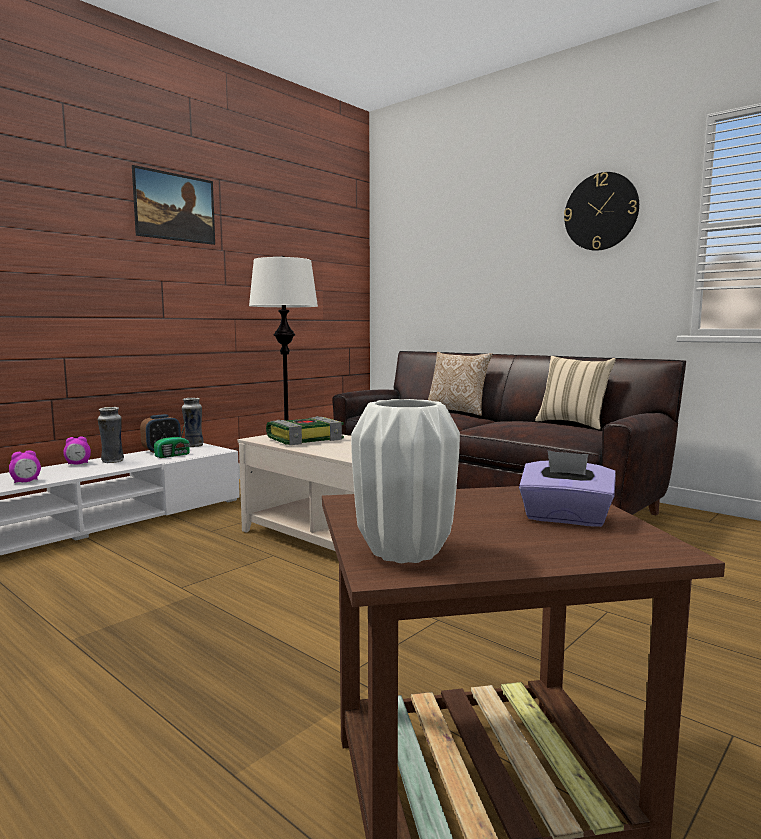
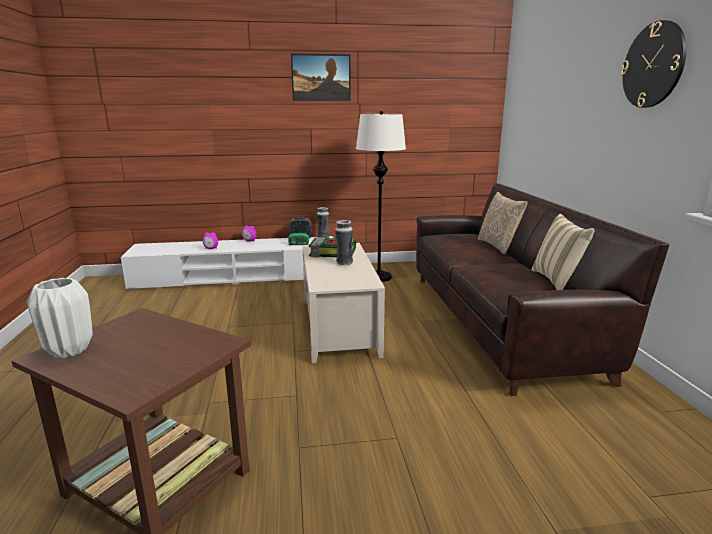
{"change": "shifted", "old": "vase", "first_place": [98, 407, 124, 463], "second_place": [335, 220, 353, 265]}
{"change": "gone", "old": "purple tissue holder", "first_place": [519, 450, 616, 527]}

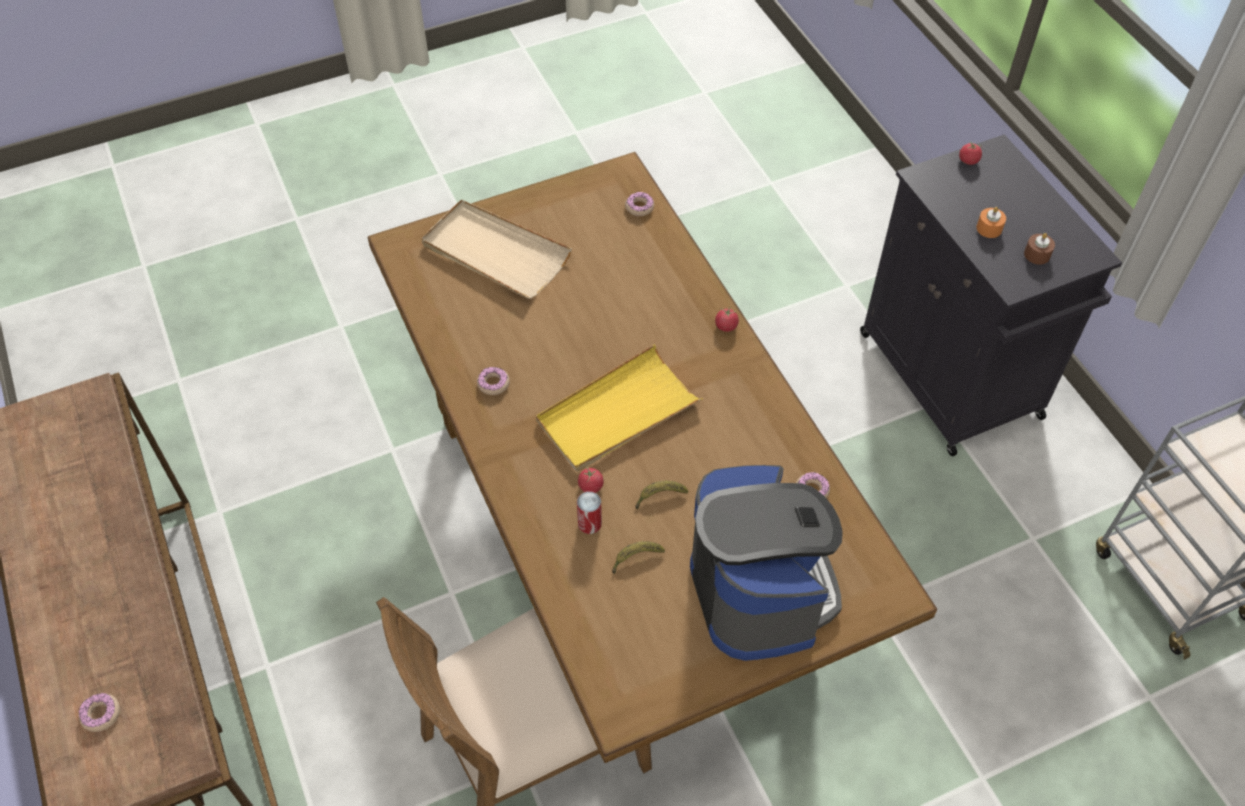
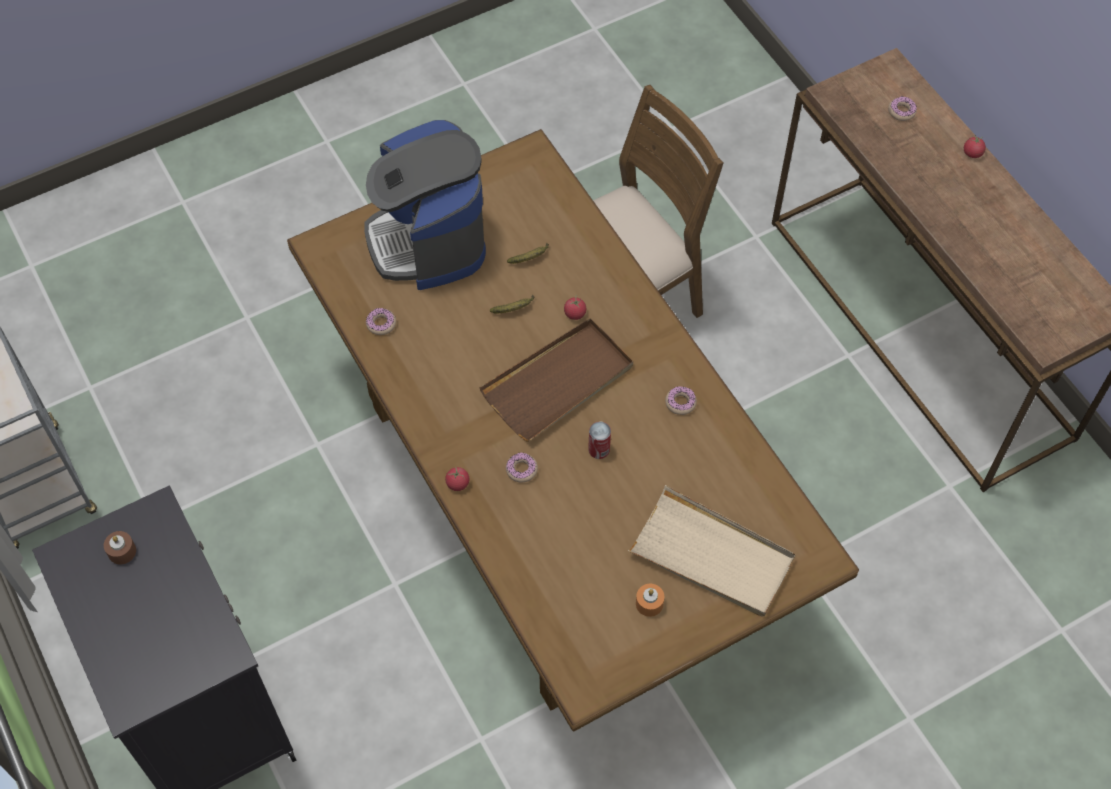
{"change": "shifted", "old": "tomato", "first_place": [959, 142, 982, 165], "second_place": [964, 135, 986, 158]}
{"change": "shifted", "old": "doughnut", "first_place": [625, 192, 654, 216], "second_place": [506, 453, 538, 483]}
{"change": "shifted", "old": "orange candle", "first_place": [976, 207, 1006, 238], "second_place": [636, 584, 664, 617]}
{"change": "repainted", "old": "yellow carrying tray", "new": "brownish carrying tray", "first_place": [536, 344, 703, 471], "second_place": [479, 318, 633, 442]}
{"change": "shifted", "old": "sealed can", "first_place": [577, 491, 602, 534], "second_place": [588, 421, 611, 459]}

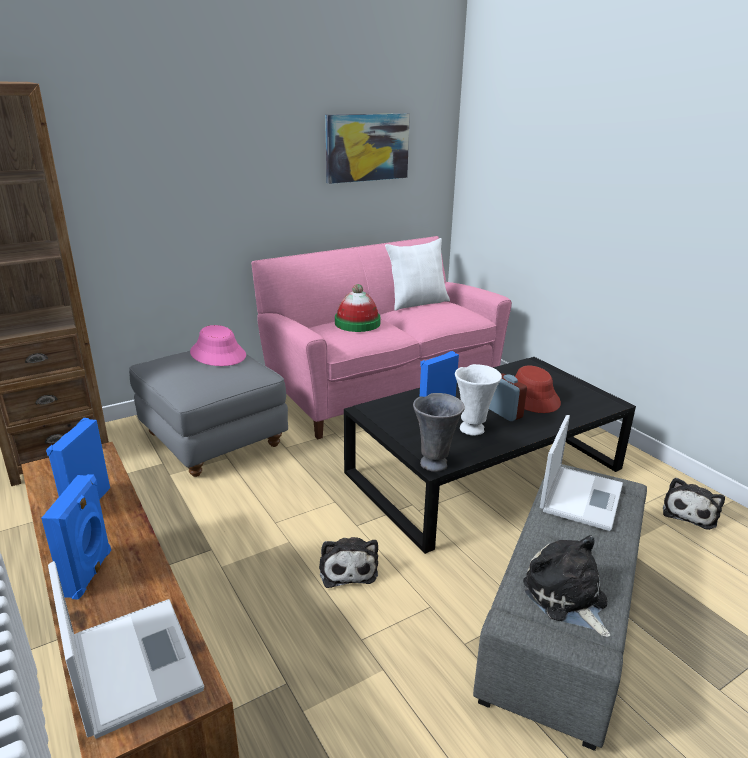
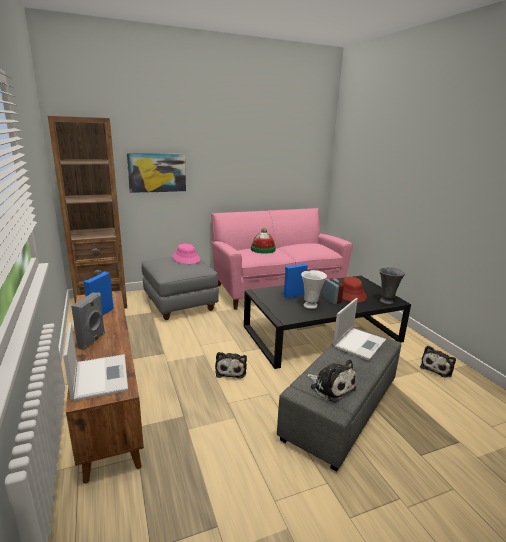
{"change": "shifted", "old": "picture", "first_place": [325, 113, 410, 184], "second_place": [127, 153, 186, 193]}
{"change": "gone", "old": "whitish pillow", "first_place": [385, 238, 450, 311]}
{"change": "shifted", "old": "grey vase", "first_place": [413, 393, 465, 472], "second_place": [379, 267, 405, 304]}
{"change": "repainted", "old": "blue-coloured speaker", "new": "grey speaker", "first_place": [41, 474, 111, 600], "second_place": [71, 292, 105, 350]}
{"change": "rotated", "old": "plush toy", "first_place": [523, 535, 610, 637], "second_place": [306, 359, 356, 403], "degrees": 150}

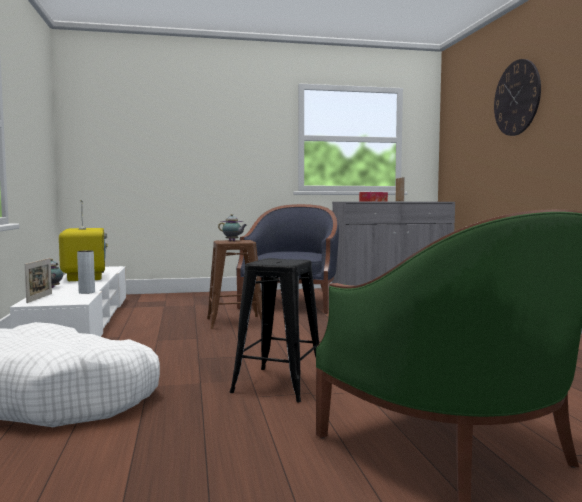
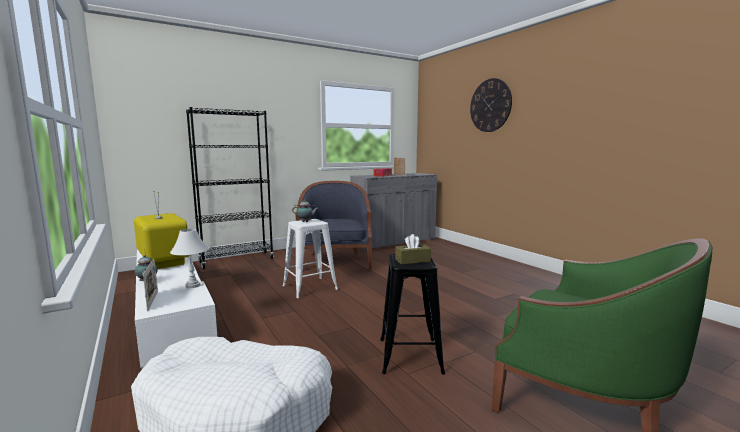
{"change": "repainted", "old": "brownish sitting stool", "new": "whitish sitting stool", "first_place": [207, 240, 262, 329], "second_place": [283, 219, 338, 298]}
{"change": "swapped", "old": "grey vase", "new": "whitish lamp for a table", "first_place": [77, 250, 95, 294], "second_place": [170, 229, 209, 288]}
{"change": "new", "new": "blackish shelving unit", "second_place": [186, 107, 274, 269]}
{"change": "new", "new": "brownish tissue holder", "second_place": [395, 234, 431, 264]}

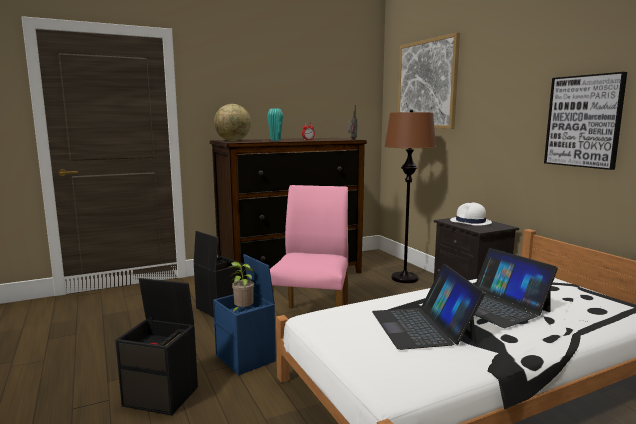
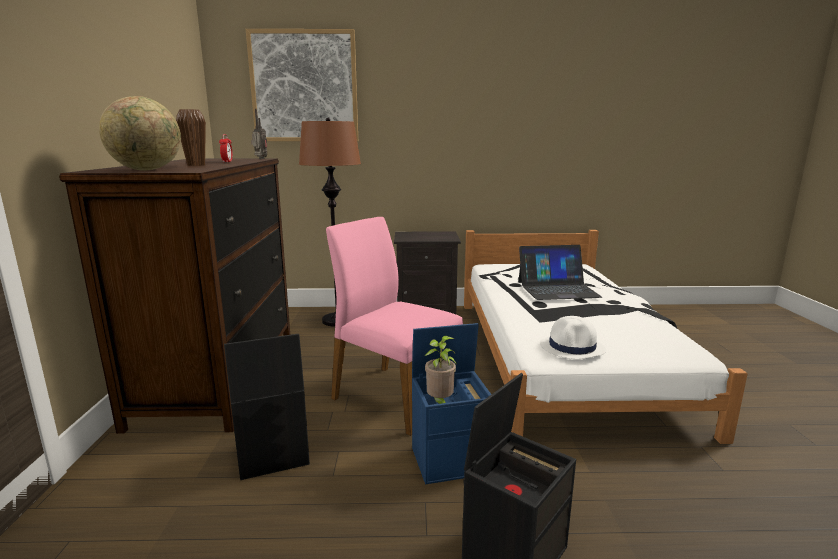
{"change": "gone", "old": "picture", "first_place": [544, 72, 627, 170]}
{"change": "repainted", "old": "turquoise-coloured vase", "new": "brownish vase", "first_place": [267, 109, 283, 141], "second_place": [176, 109, 206, 166]}
{"change": "shifted", "old": "whitish hat", "first_place": [450, 202, 492, 226], "second_place": [540, 316, 606, 359]}
{"change": "gone", "old": "laptop", "first_place": [372, 264, 485, 350]}

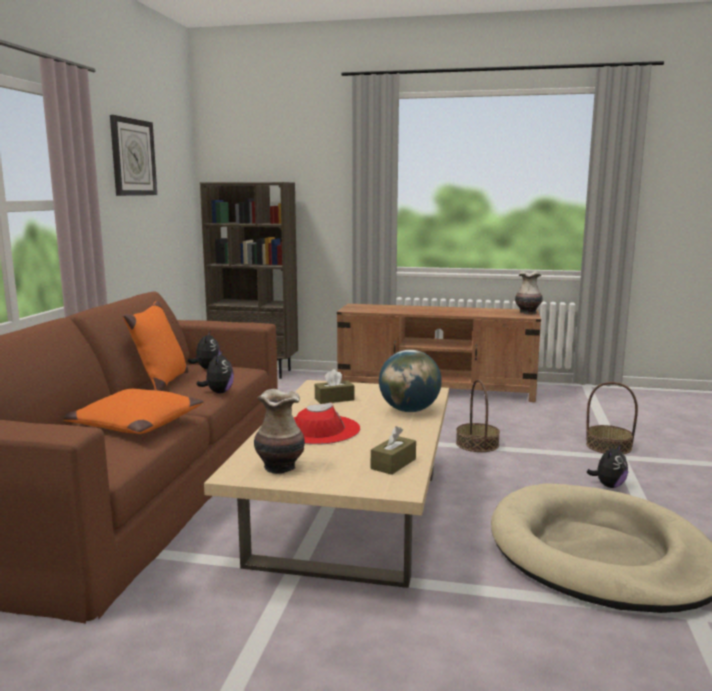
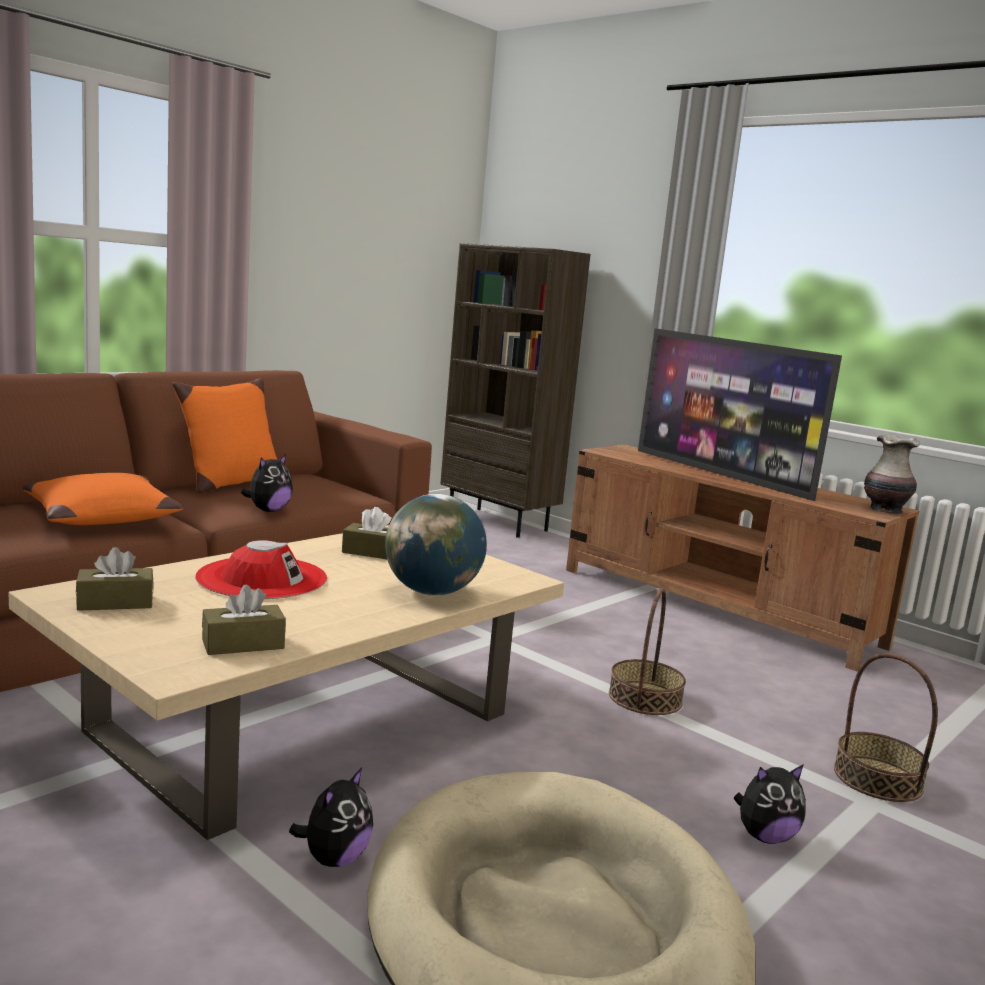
{"change": "gone", "old": "clock on the wall", "first_place": [110, 115, 157, 196]}
{"change": "shifted", "old": "plush toy", "first_place": [187, 332, 221, 369], "second_place": [289, 768, 373, 867]}
{"change": "swapped", "old": "vase", "new": "brownish tissue holder", "first_place": [254, 389, 305, 474], "second_place": [76, 547, 154, 611]}
{"change": "new", "new": "TV", "second_place": [638, 328, 842, 501]}

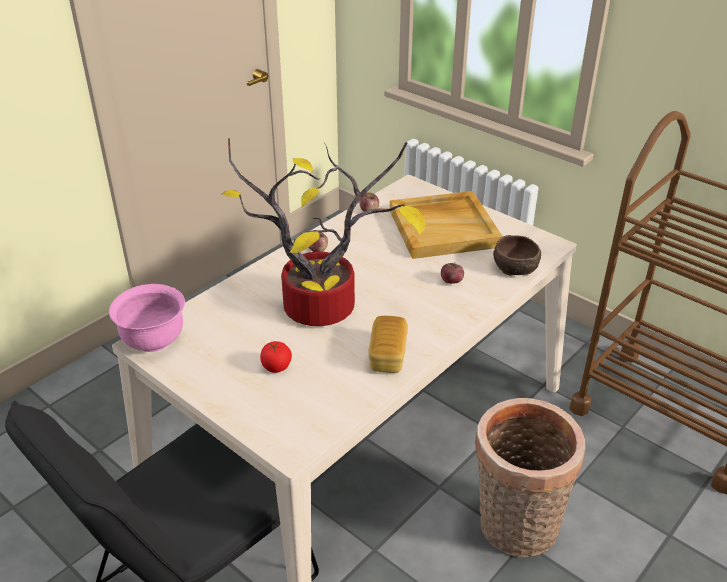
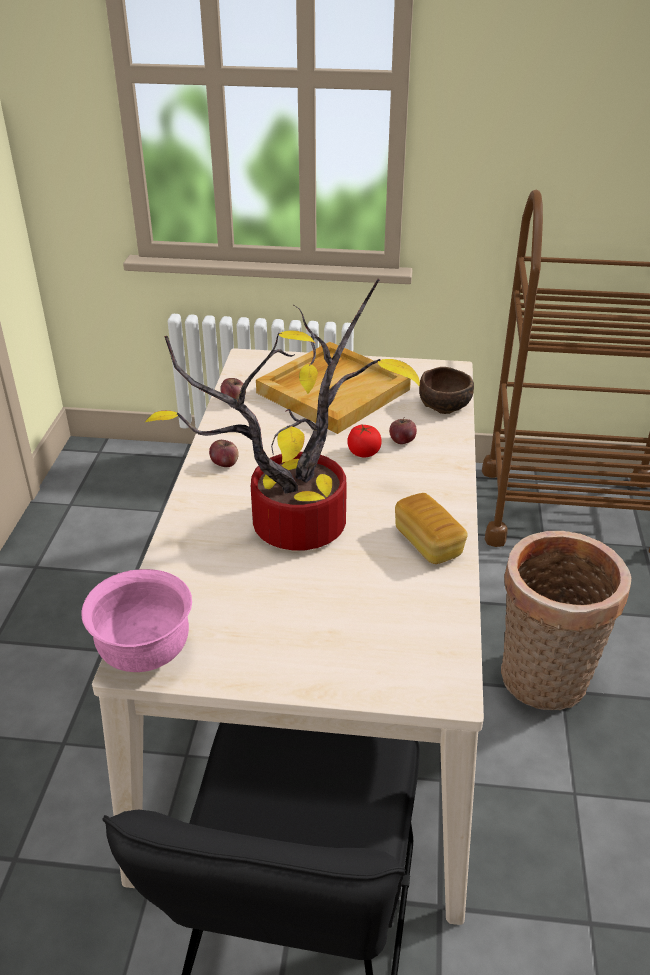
{"change": "shifted", "old": "tomato", "first_place": [260, 341, 292, 373], "second_place": [347, 425, 382, 458]}

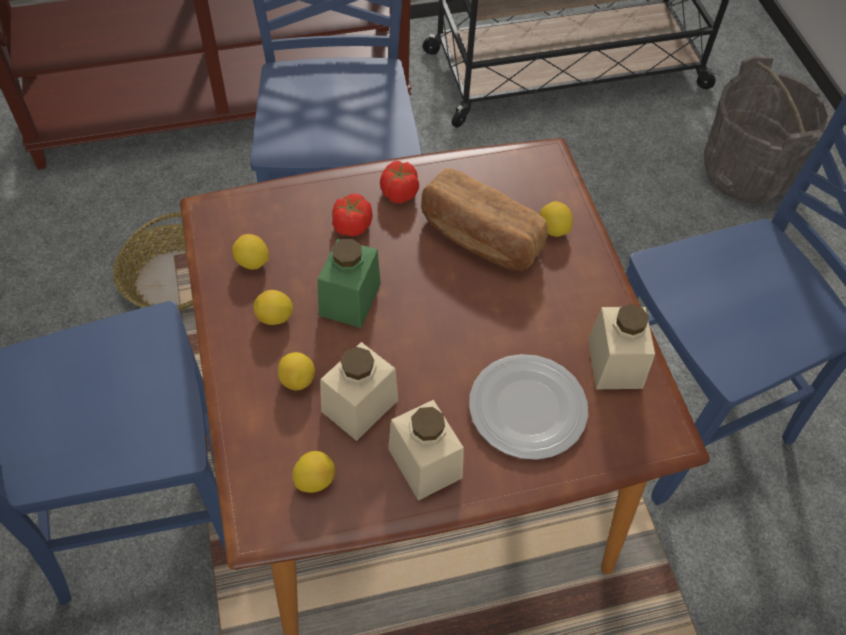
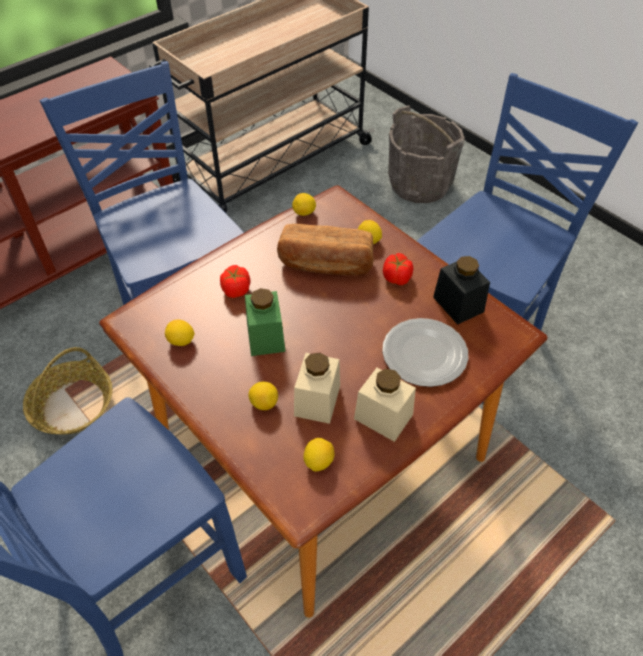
{"change": "shifted", "old": "tomato", "first_place": [380, 161, 419, 203], "second_place": [383, 253, 413, 285]}
{"change": "shifted", "old": "lemon", "first_place": [253, 290, 293, 325], "second_place": [292, 193, 316, 216]}
{"change": "repainted", "old": "beige-coloured preserve jar", "new": "blackish preserve jar", "first_place": [588, 304, 655, 389], "second_place": [433, 256, 490, 325]}

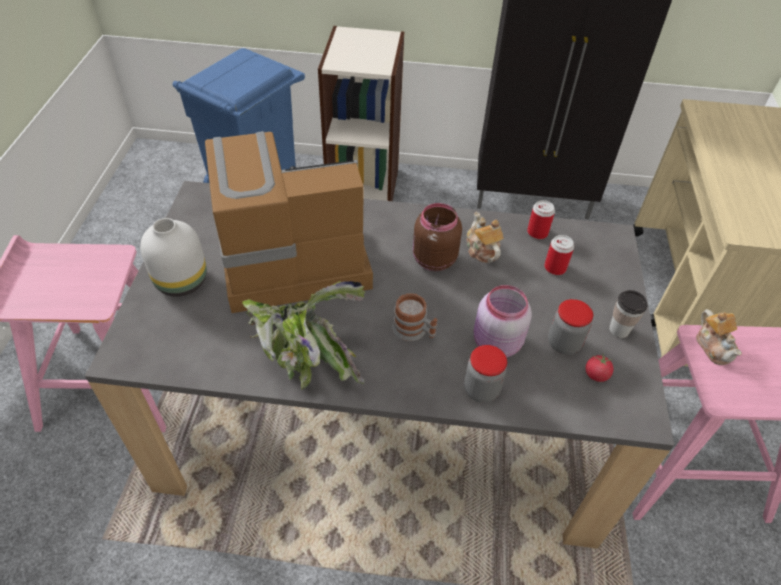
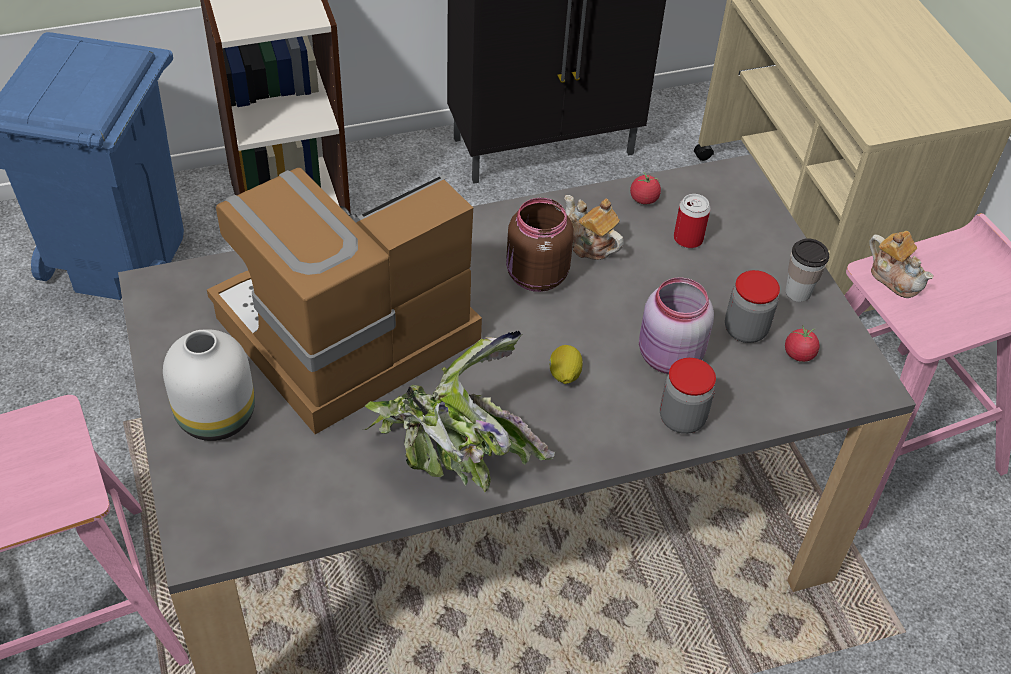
{"change": "swapped", "old": "sealed can", "new": "tomato", "first_place": [527, 200, 555, 239], "second_place": [630, 172, 661, 204]}
{"change": "swapped", "old": "mug", "new": "lemon", "first_place": [392, 293, 438, 341], "second_place": [549, 345, 582, 384]}

